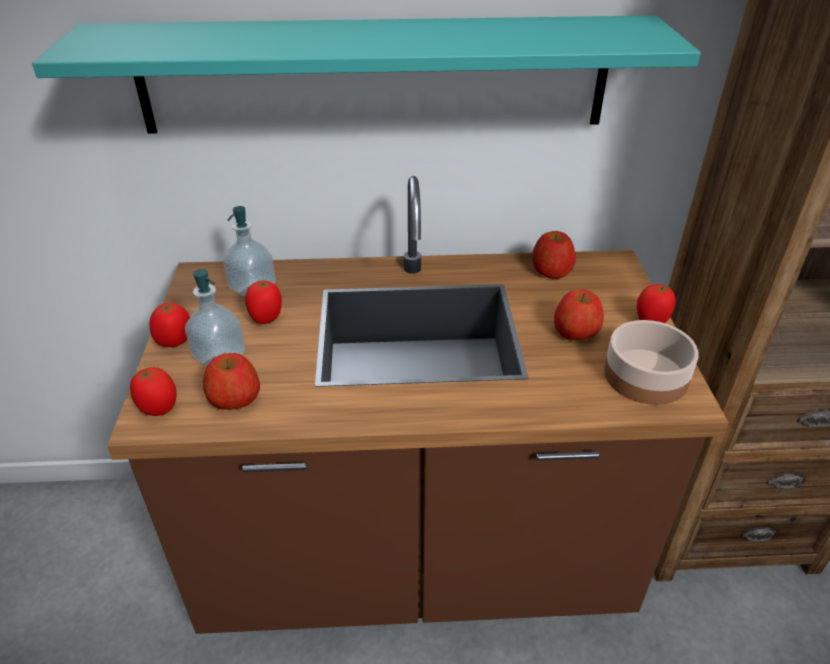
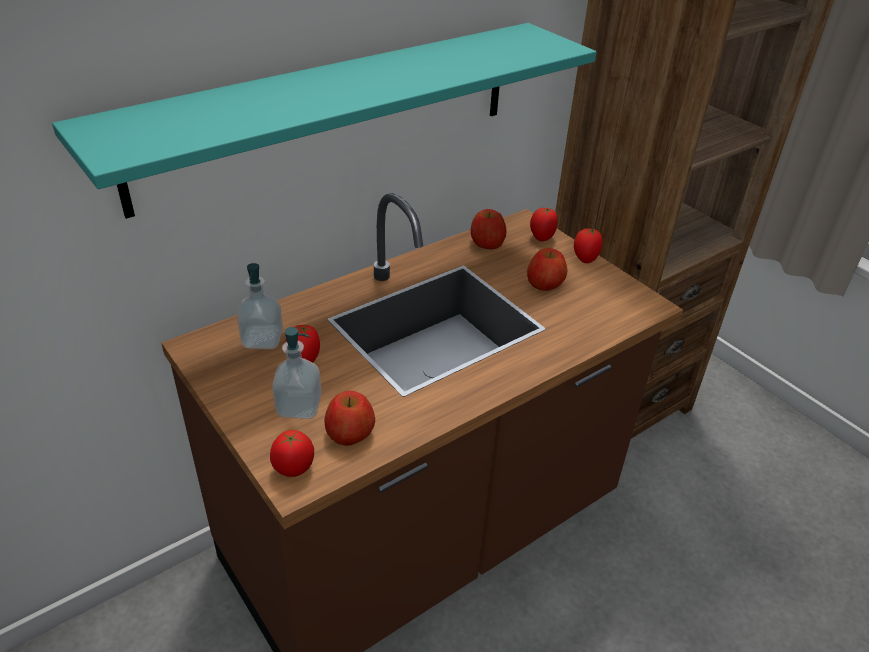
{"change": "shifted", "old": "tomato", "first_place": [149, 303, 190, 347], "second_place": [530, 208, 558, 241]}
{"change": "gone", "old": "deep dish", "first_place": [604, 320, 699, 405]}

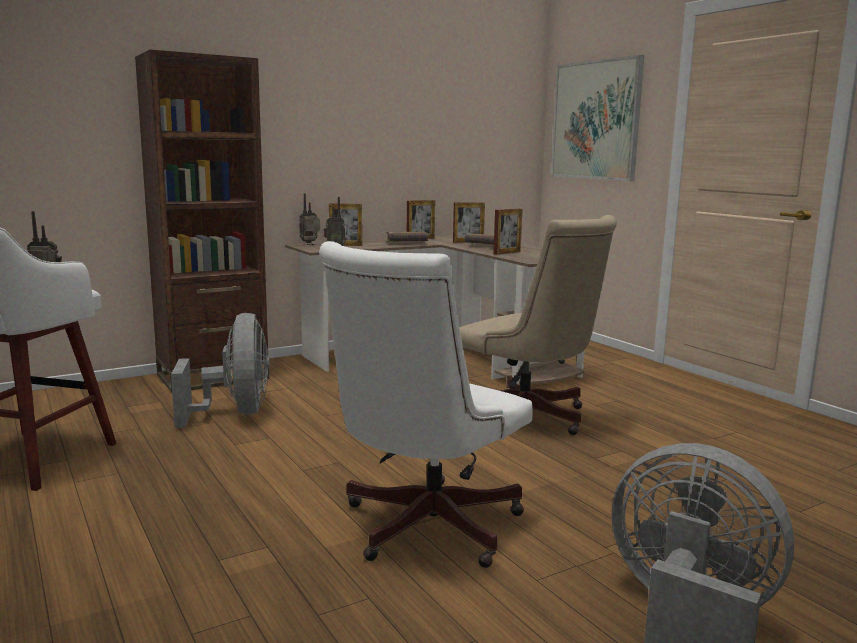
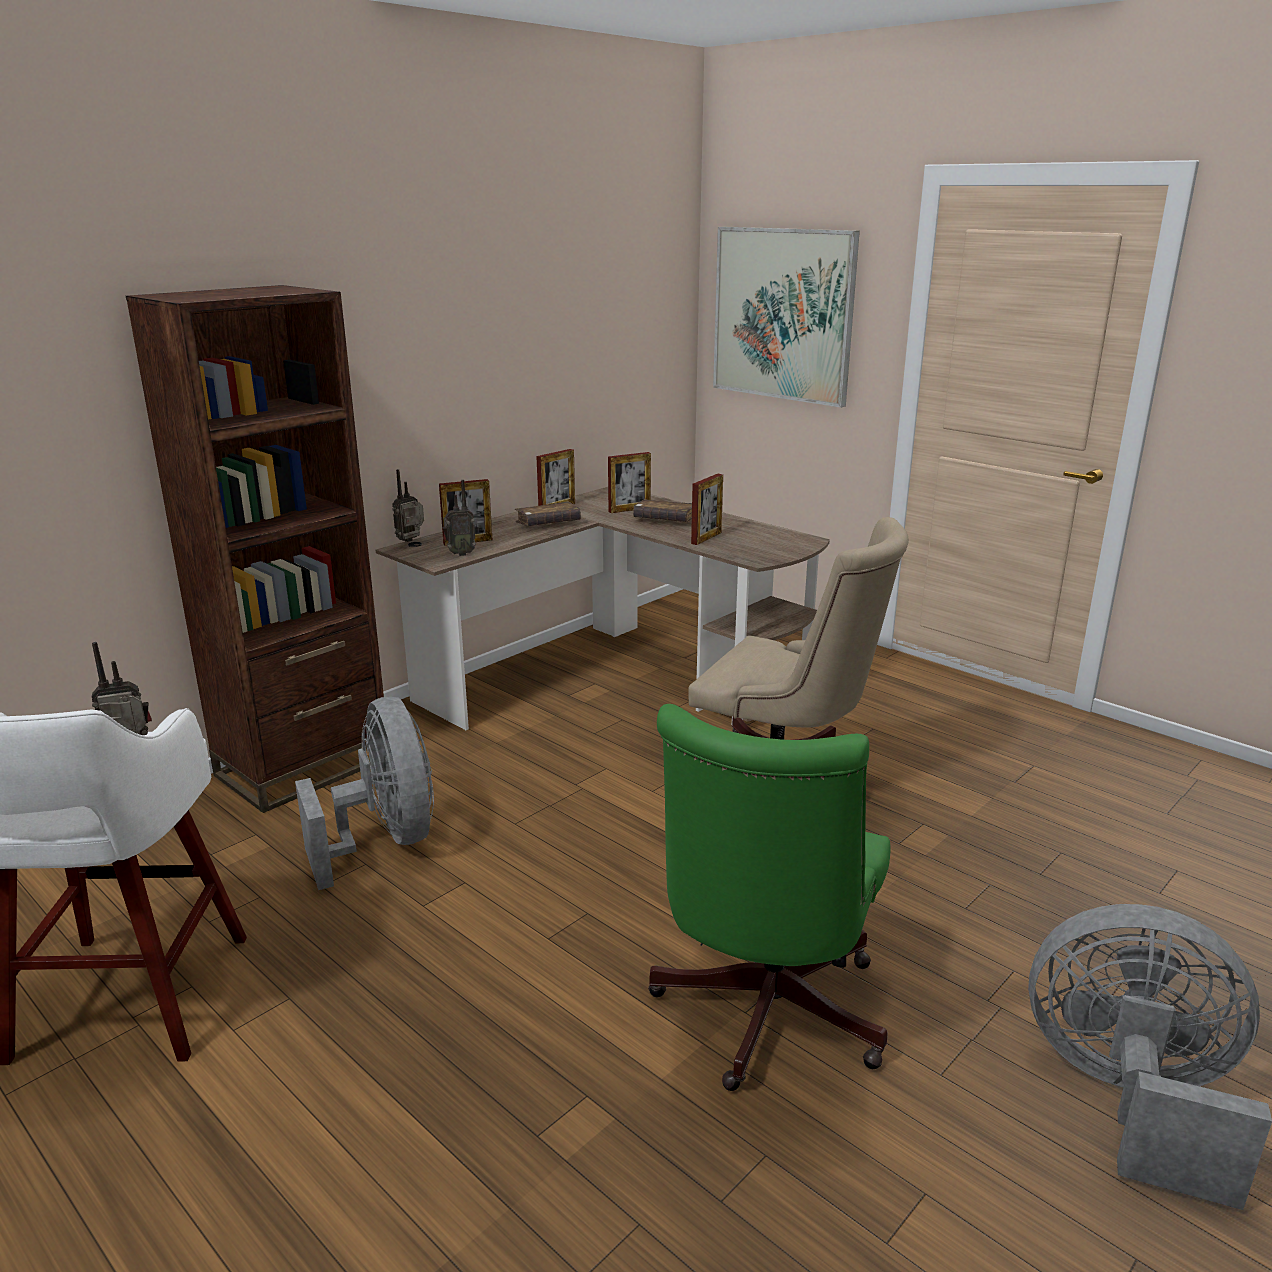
{"change": "repainted", "old": "whitish office chair", "new": "greenish office chair", "first_place": [319, 241, 533, 568], "second_place": [648, 704, 891, 1091]}

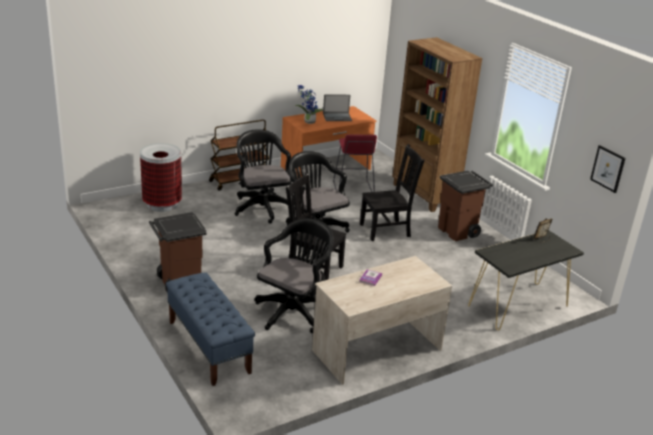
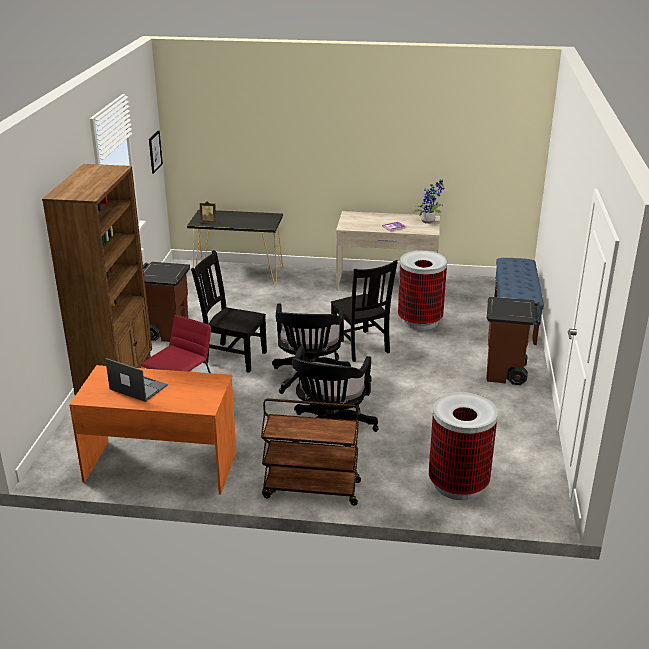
{"change": "shifted", "old": "potted plant", "first_place": [295, 85, 323, 124], "second_place": [412, 178, 444, 224]}
{"change": "swapped", "old": "blackish office chair", "new": "trash can", "first_place": [255, 218, 334, 333], "second_place": [398, 251, 447, 330]}

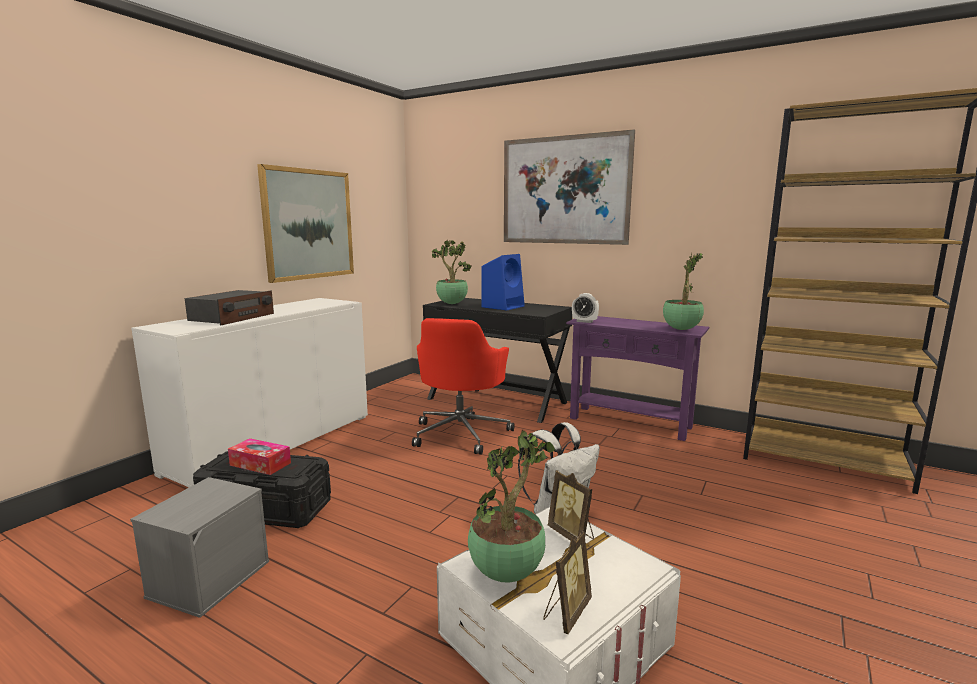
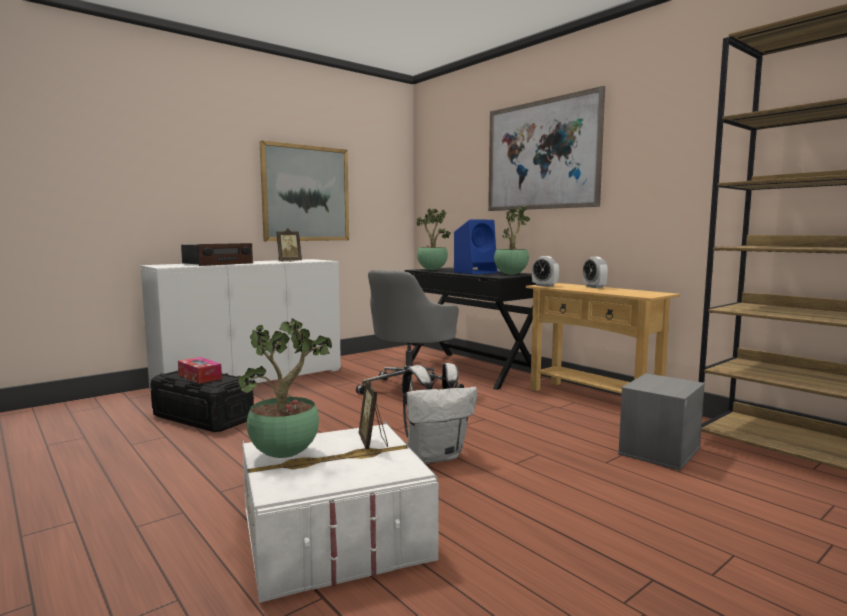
{"change": "shifted", "old": "potted plant", "first_place": [663, 253, 704, 330], "second_place": [494, 206, 530, 275]}
{"change": "repainted", "old": "purple narrow table", "new": "beige-coloured narrow table", "first_place": [566, 316, 709, 441], "second_place": [526, 283, 680, 394]}
{"change": "repainted", "old": "red-coloured office chair", "new": "grey office chair", "first_place": [412, 318, 514, 455], "second_place": [356, 270, 464, 404]}
{"change": "shifted", "old": "grey storage box", "first_place": [130, 477, 269, 618], "second_place": [618, 373, 705, 471]}
{"change": "shifted", "old": "photo frame", "first_place": [543, 531, 592, 634], "second_place": [276, 228, 302, 262]}
{"change": "new", "new": "alarm clock", "second_place": [583, 257, 608, 288]}

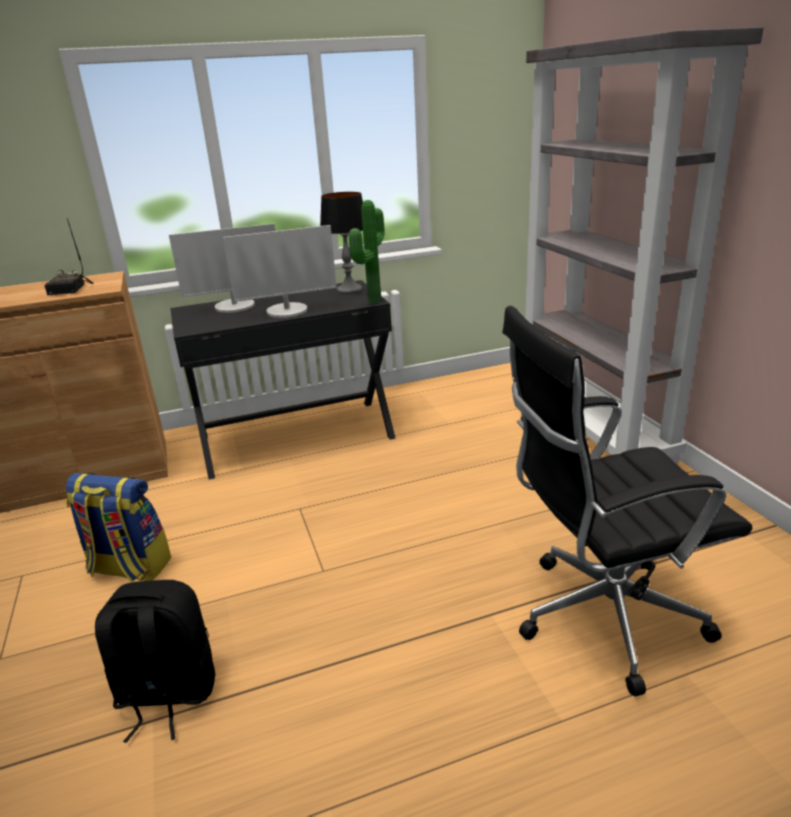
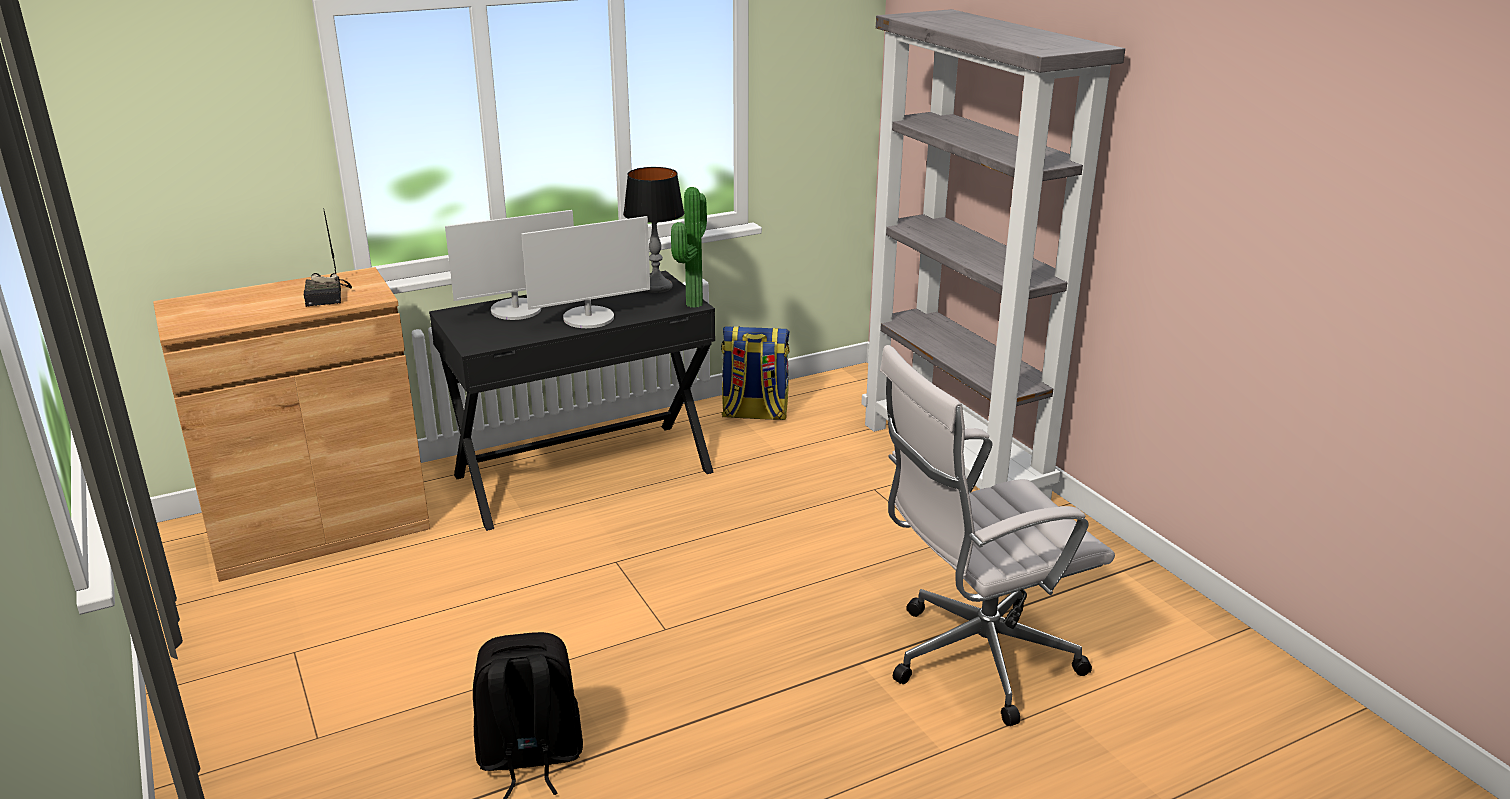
{"change": "repainted", "old": "blackish office chair", "new": "whitish office chair", "first_place": [502, 306, 752, 697], "second_place": [880, 345, 1115, 726]}
{"change": "shifted", "old": "knapsack", "first_place": [66, 473, 171, 582], "second_place": [721, 326, 790, 420]}

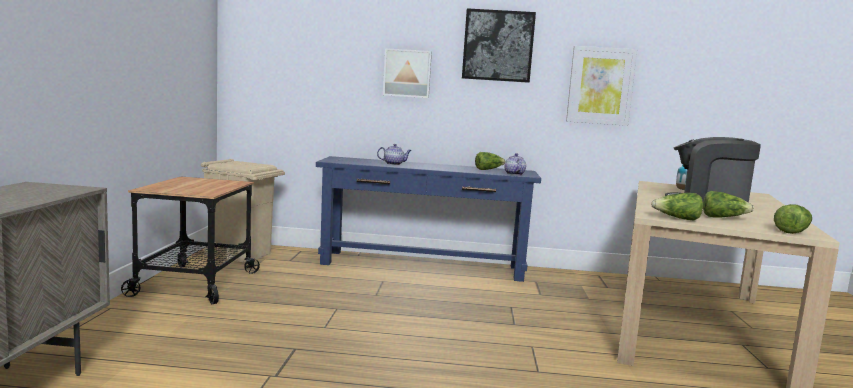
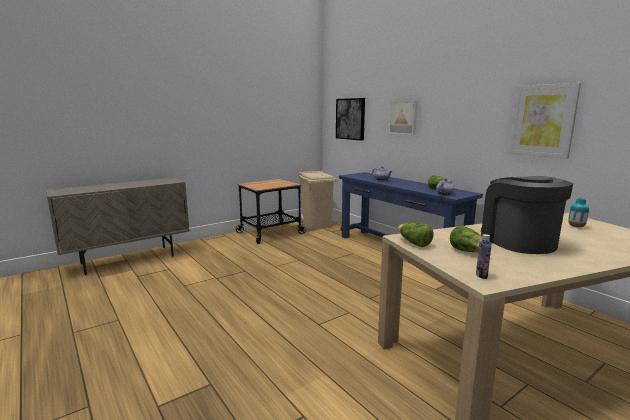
{"change": "shifted", "old": "picture", "first_place": [462, 8, 536, 83], "second_place": [336, 98, 365, 141]}
{"change": "swapped", "old": "lettuce head", "new": "drink bottle", "first_place": [774, 204, 812, 234], "second_place": [476, 234, 492, 279]}

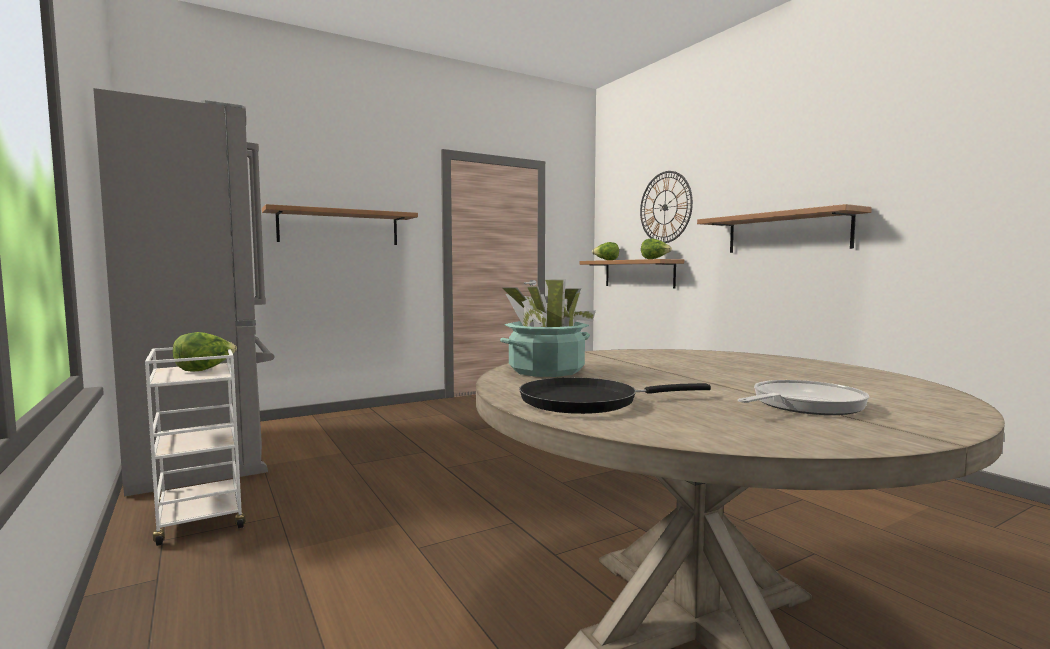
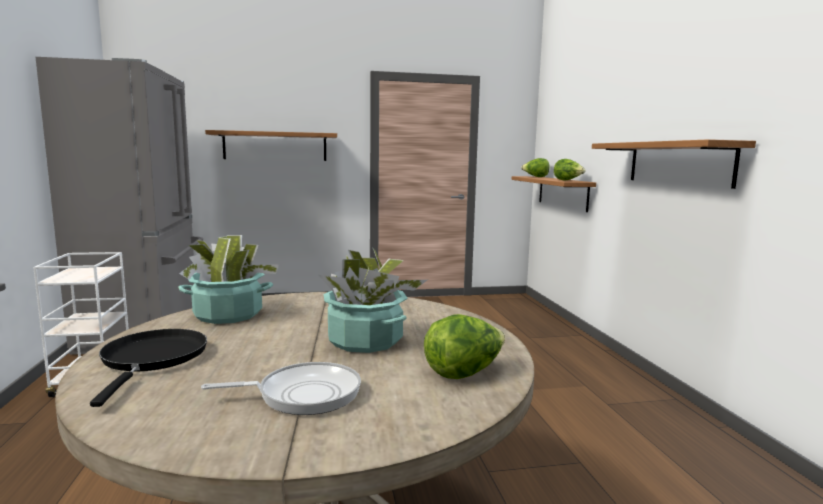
{"change": "gone", "old": "clock on the wall", "first_place": [640, 171, 693, 243]}
{"change": "shifted", "old": "lettuce head", "first_place": [173, 332, 237, 372], "second_place": [424, 314, 505, 379]}
{"change": "rotated", "old": "blackish frying pan", "first_place": [519, 377, 711, 414], "second_place": [90, 329, 207, 407], "degrees": 75}
{"change": "new", "new": "potted plant", "second_place": [318, 249, 427, 353]}

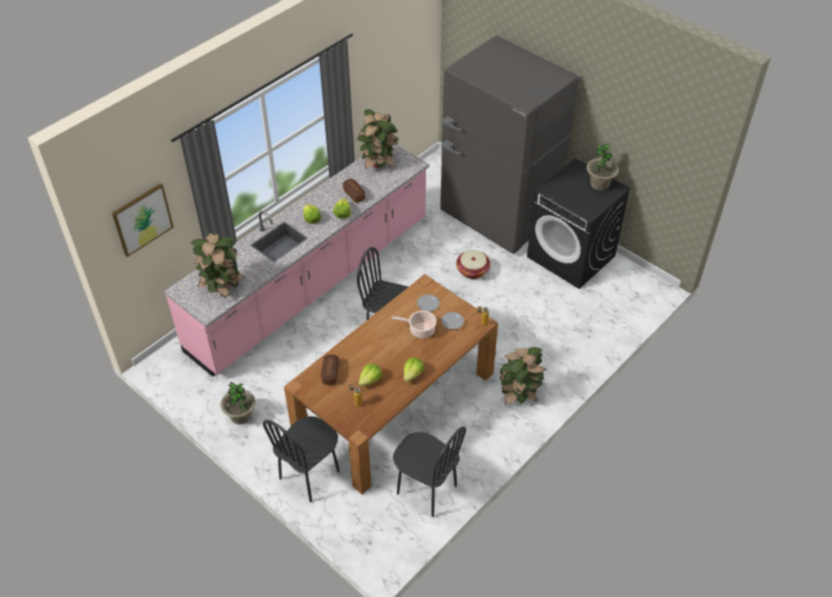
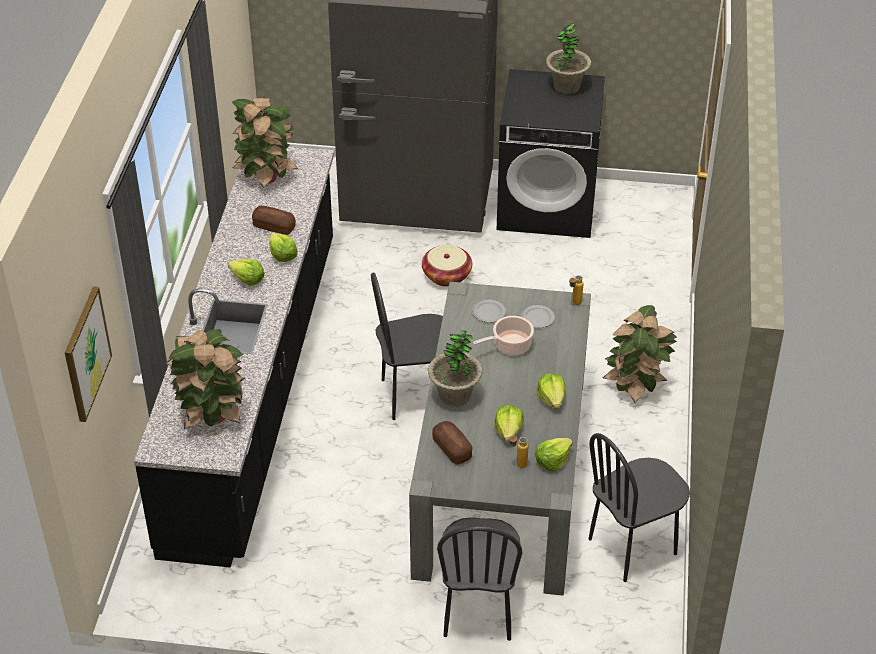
{"change": "repainted", "old": "pink-coloured kitchen counter", "new": "blackish kitchen counter", "first_place": [164, 144, 429, 377], "second_place": [134, 147, 334, 568]}
{"change": "repainted", "old": "brownish dining table", "new": "grey dining table", "first_place": [284, 274, 498, 495], "second_place": [409, 282, 591, 596]}
{"change": "shifted", "old": "potted plant", "first_place": [220, 382, 256, 425], "second_place": [428, 330, 483, 407]}
{"change": "rotated", "old": "blackish plain chair", "first_place": [393, 426, 466, 517], "second_place": [588, 433, 690, 582], "degrees": 150}
{"change": "new", "new": "lettuce head", "second_place": [535, 438, 573, 472]}

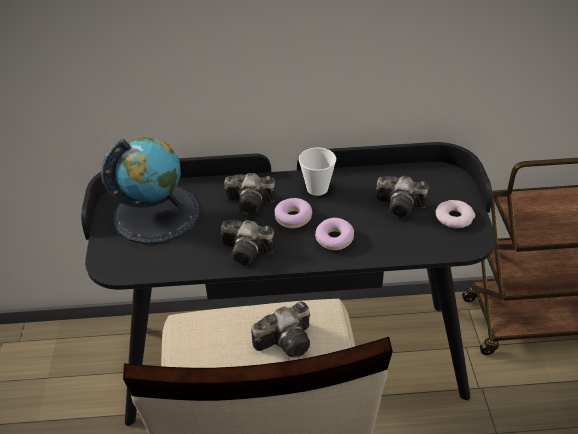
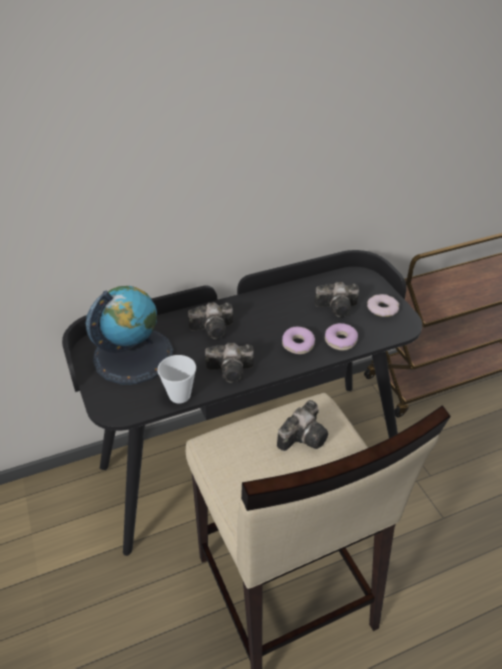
{"change": "shifted", "old": "cup", "first_place": [299, 147, 336, 196], "second_place": [157, 355, 196, 403]}
{"change": "shifted", "old": "doughnut", "first_place": [275, 198, 312, 228], "second_place": [325, 323, 358, 350]}

